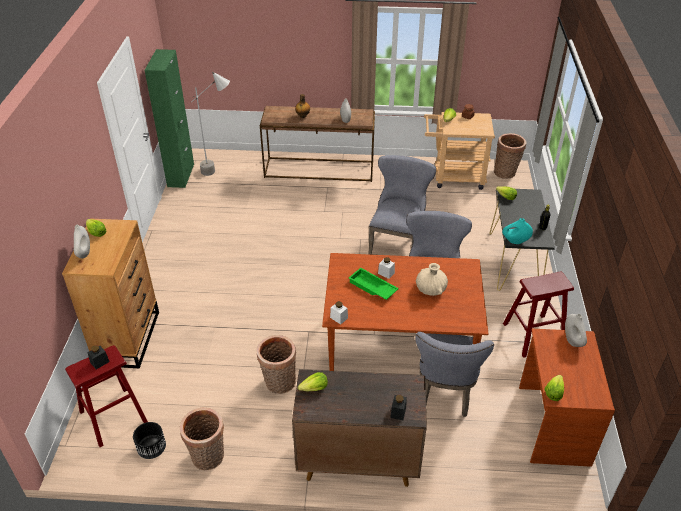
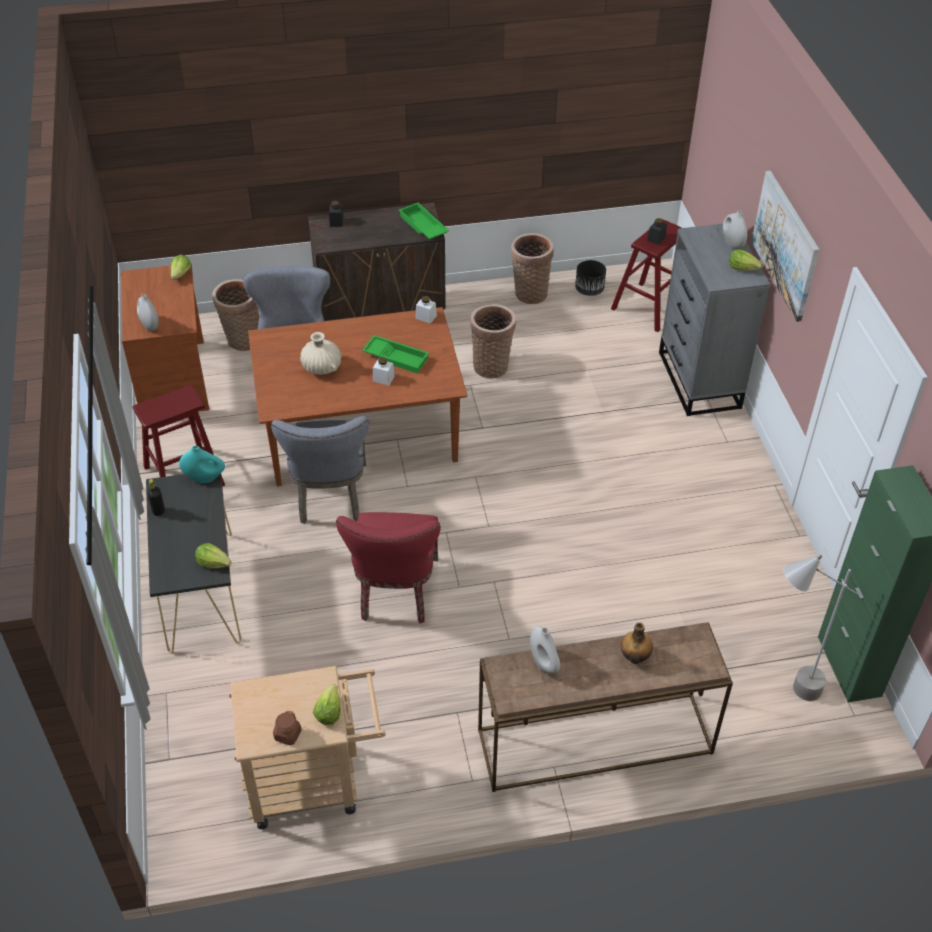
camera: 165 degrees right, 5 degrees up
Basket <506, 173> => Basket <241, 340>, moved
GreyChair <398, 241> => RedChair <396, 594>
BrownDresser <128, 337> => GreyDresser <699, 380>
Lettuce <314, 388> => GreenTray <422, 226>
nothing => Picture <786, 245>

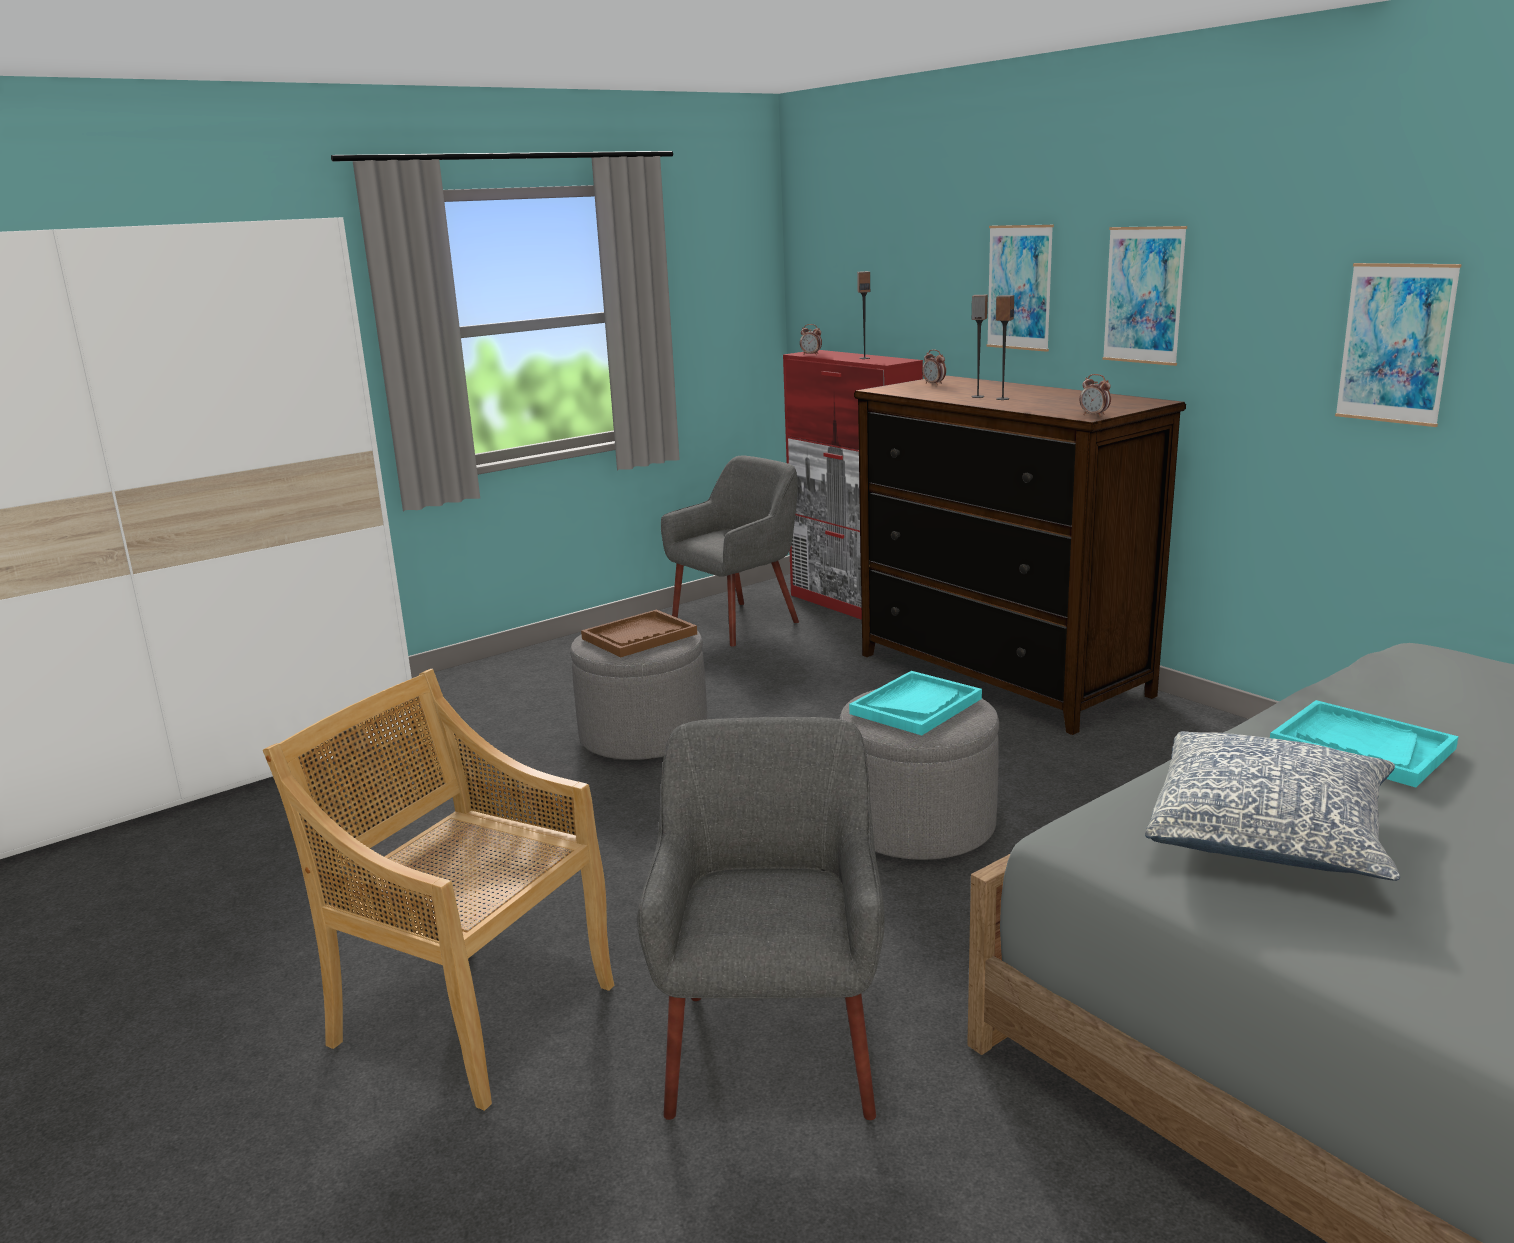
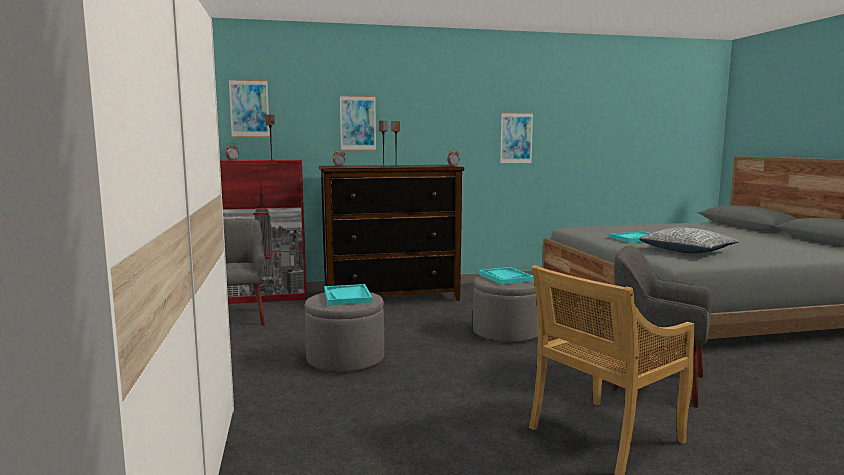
camera: 65 degrees left, 10 degrees down
Picture <1143, 295> => Picture <249, 108>, moved
BrownTray <639, 636> => TurquoiseTray <347, 296>

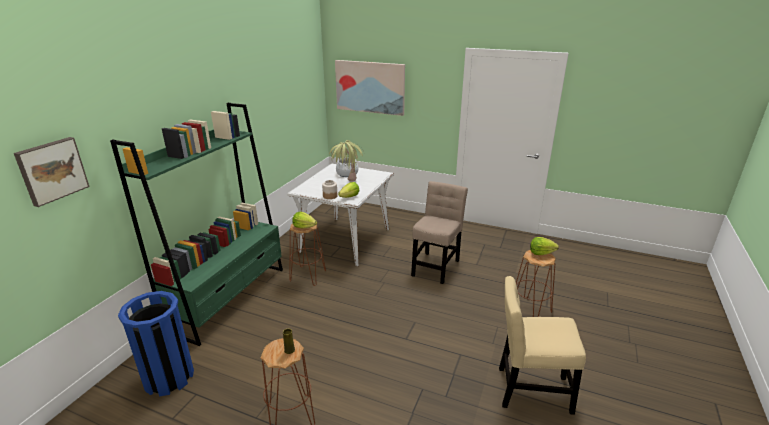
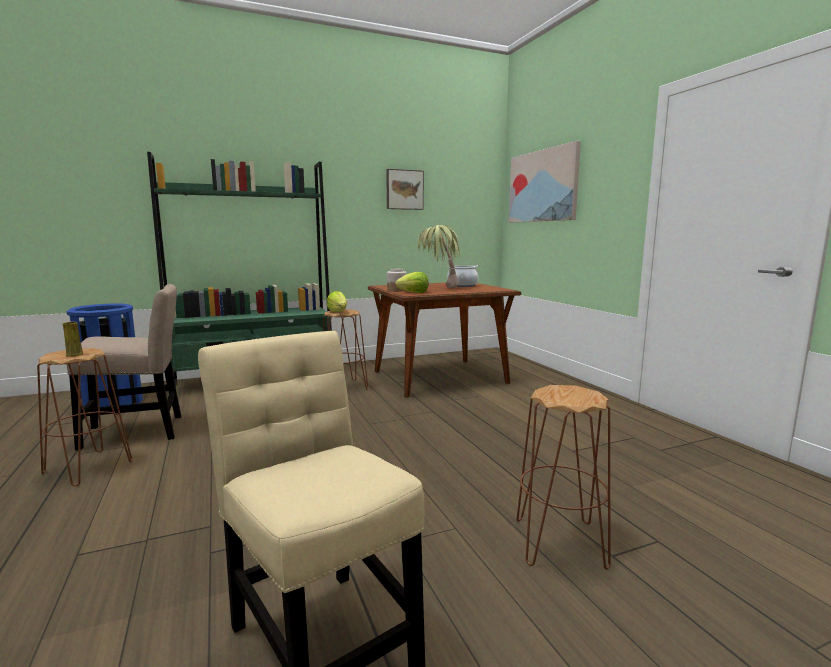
camera: 45 degrees right, 15 degrees down
Picture <52, 170> => Picture <404, 190>, moved
WhiteDiningTable <345, 240> => BrownDiningTable <439, 377>
BeigeChair <436, 266> => BeigeChair <139, 431>, moved
Lettuce <541, 253> => nothing

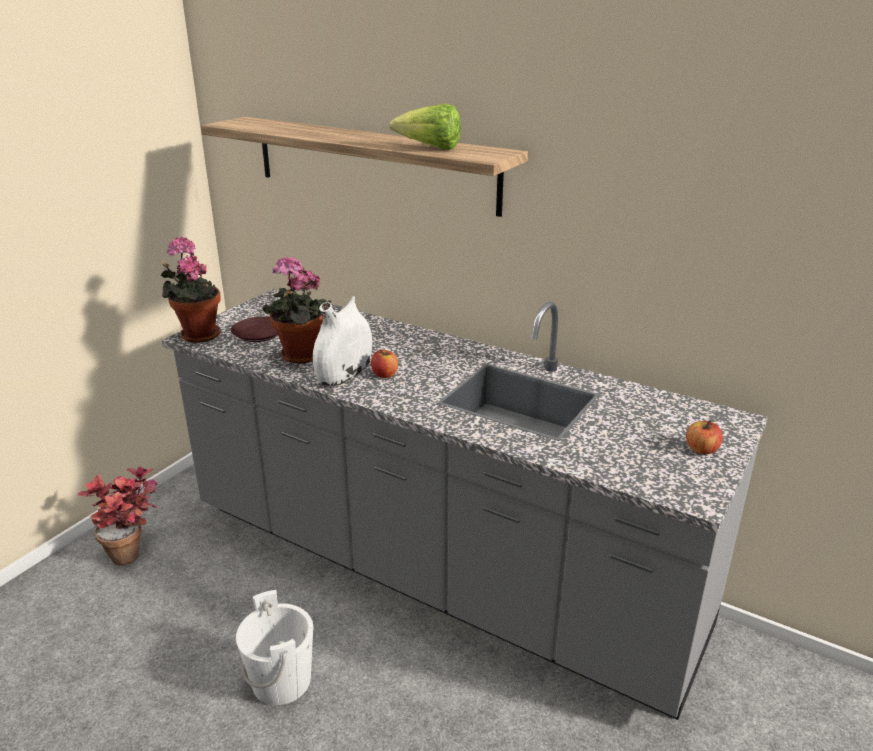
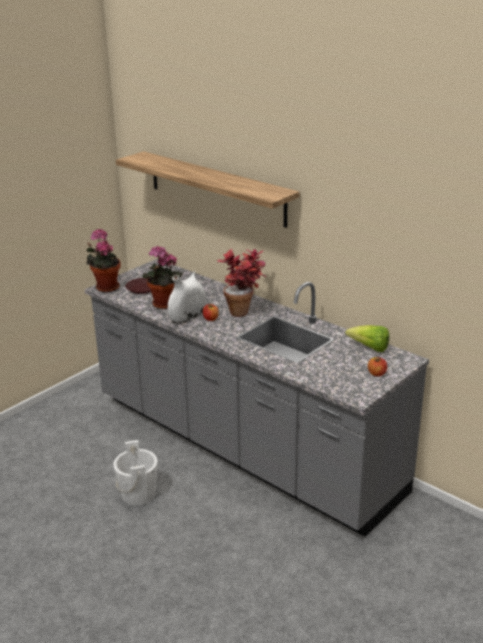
camera: 10 degrees right, 0 degrees up
Lettuce <430, 149> => Lettuce <369, 348>, moved
PottedPlant <135, 553> => PottedPlant <244, 311>, moved

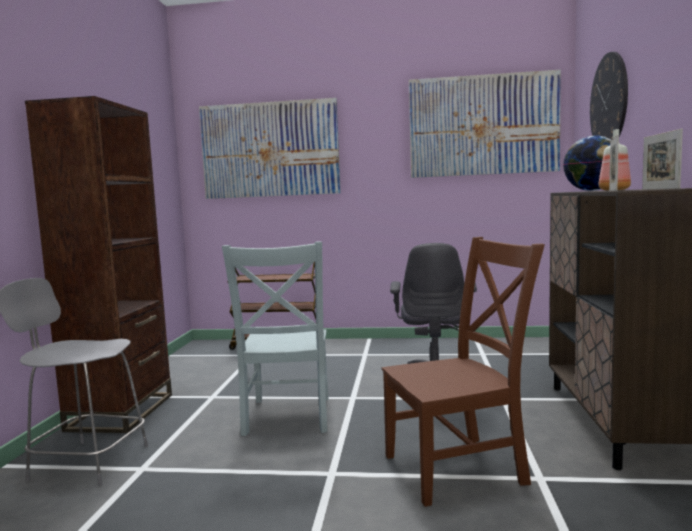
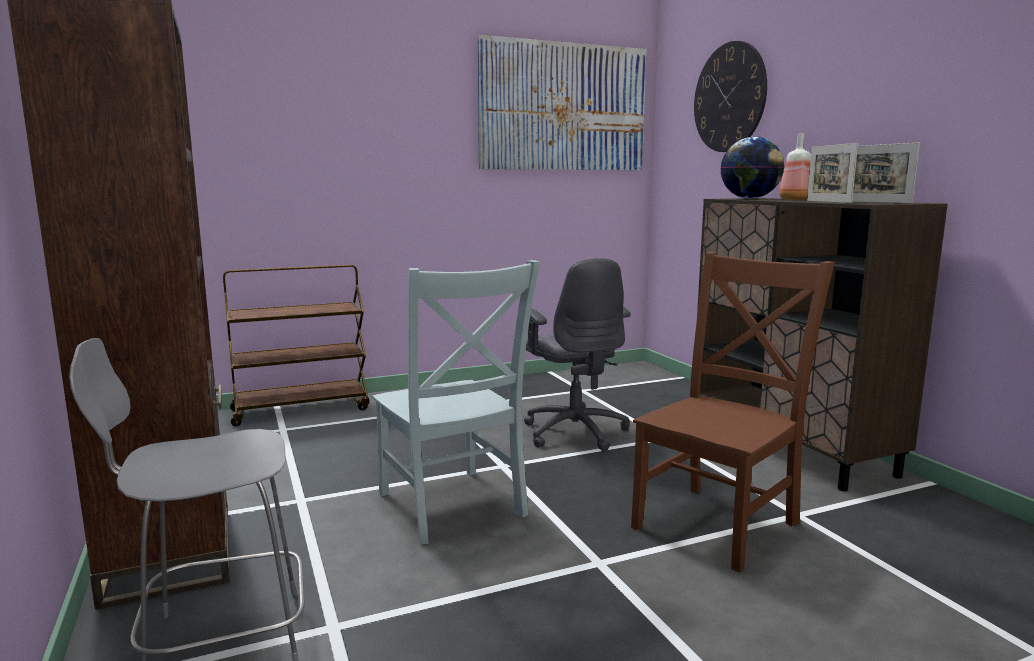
camera: 30 degrees left, 5 degrees up
Picture <270, 150> => nothing

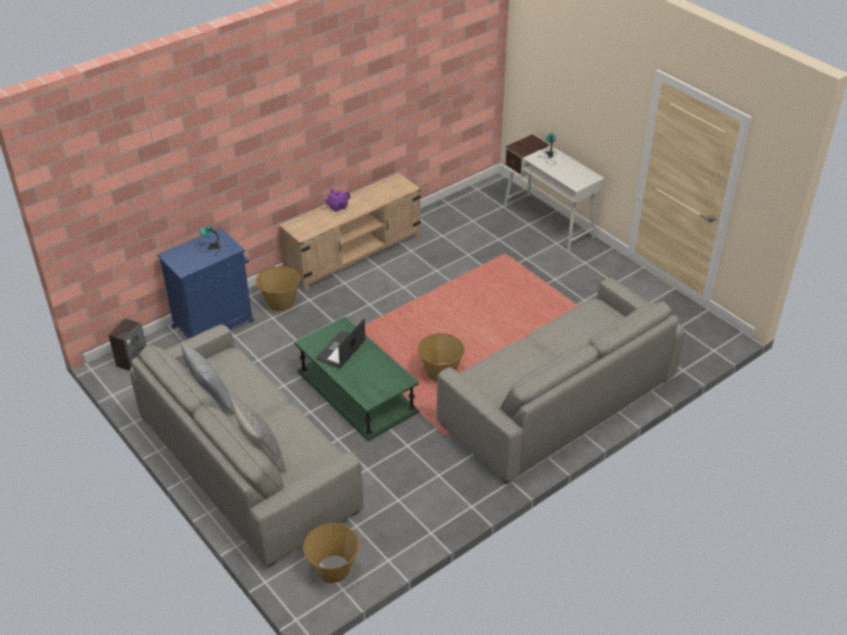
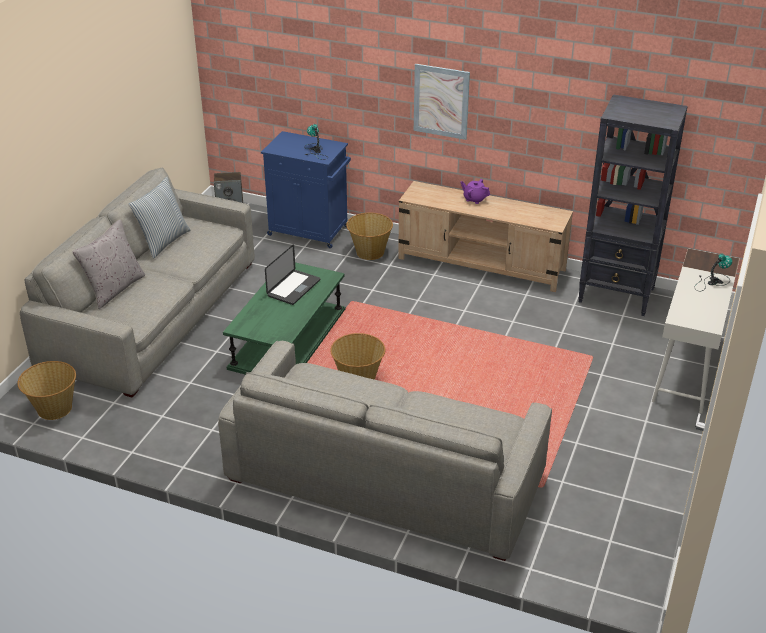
camera: 60 degrees right, 5 degrees down
Laptop <341, 350> => Laptop <293, 288>, 120 degrees clockwise
nothing => Picture <441, 101>
nothing => BlackBookcase <617, 295>

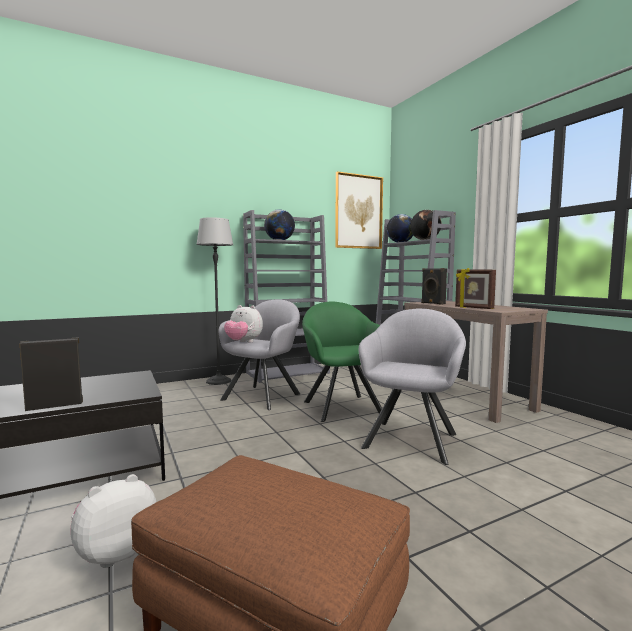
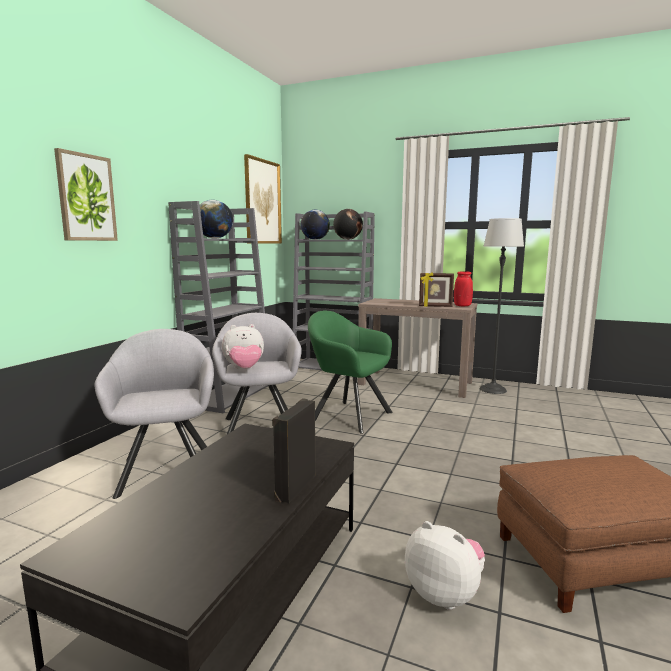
camera: 40 degrees left, 5 degrees up
FloorLamp <219, 381> => FloorLamp <493, 389>, moved
BlackSpeaker <432, 303> => nothing
GreyArmchair <412, 438> => GreyArmchair <167, 469>, moved
PlushToy <114, 552> => PlushToy <444, 593>, 120 degrees clockwise
nothing => Picture <86, 198>
nothing => RedVase <462, 306>

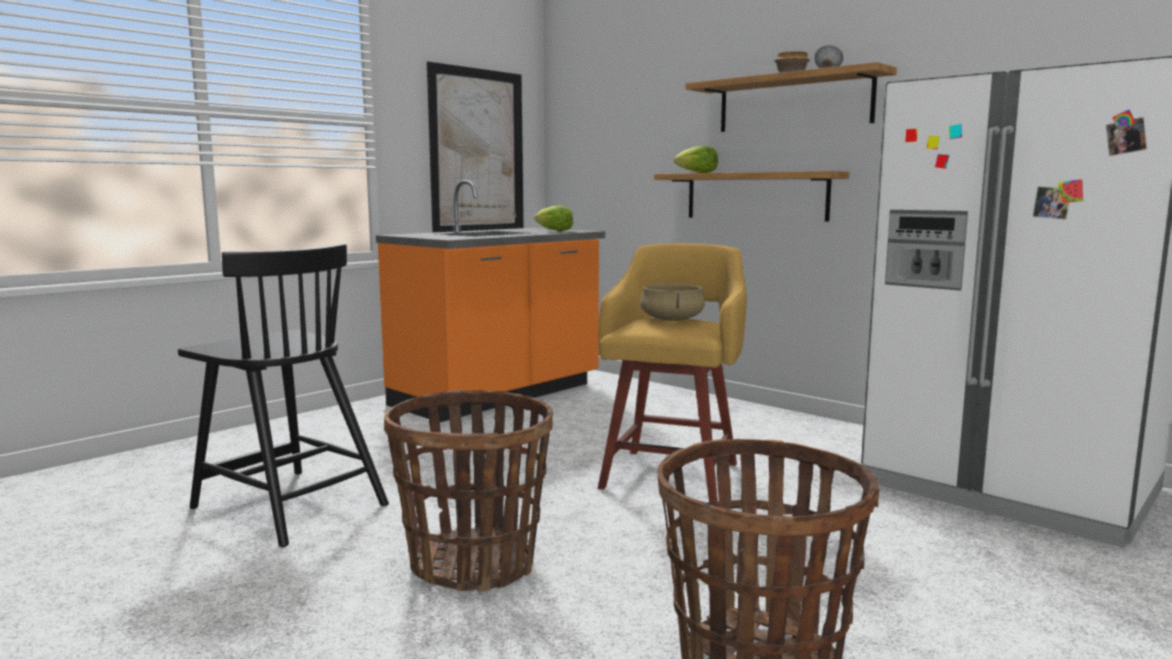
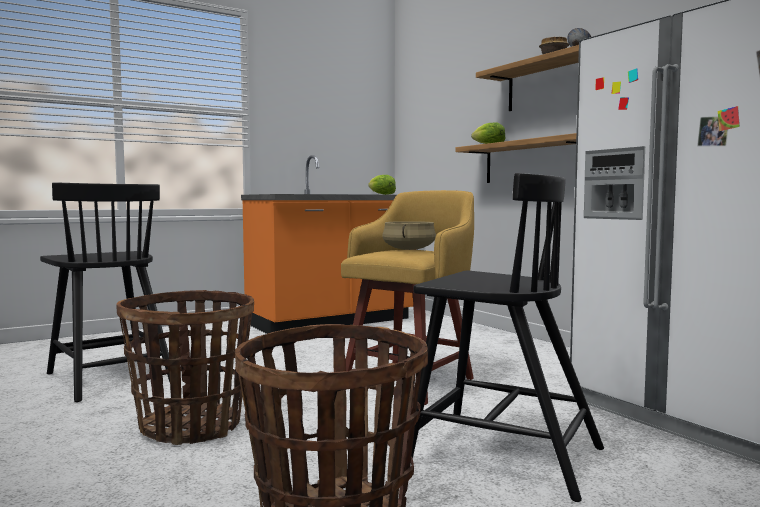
camera: 15 degrees right, 5 degrees down
Picture <477, 152> => nothing
nothing => BlackChair <502, 454>

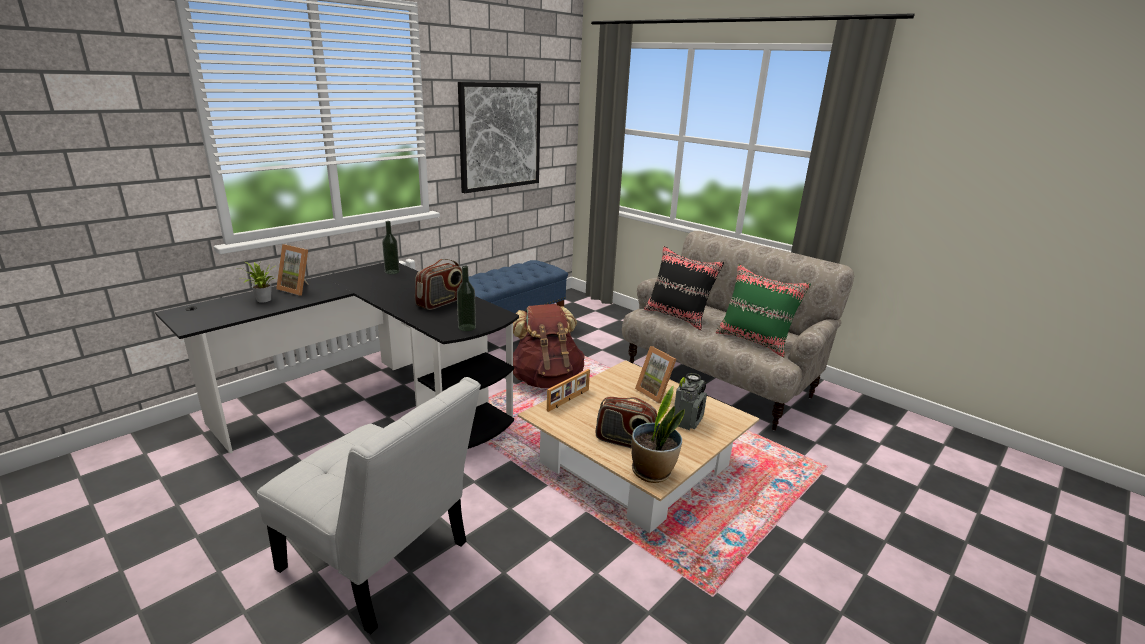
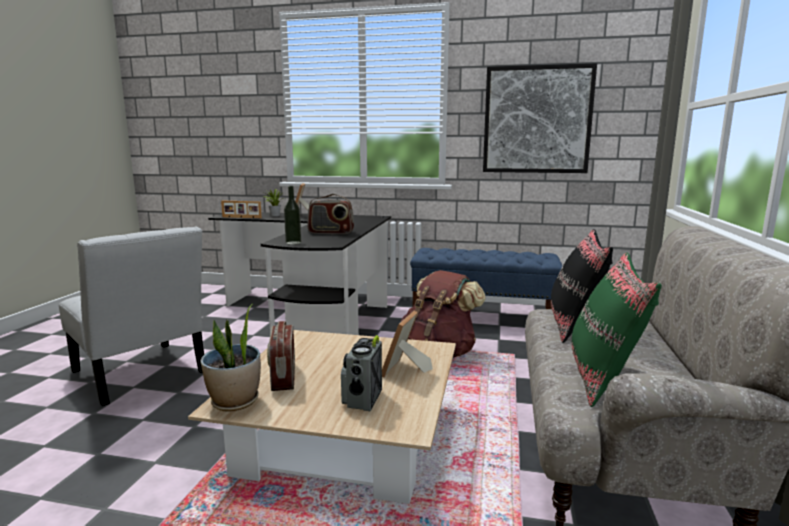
camera: 60 degrees right, 10 degrees down
Bottle <392, 272> => nothing
PictureFrame <569, 400> => PictureFrame <241, 217>, moved
Radio <687, 420> => Radio <362, 399>, 105 degrees clockwise
WhiteChair <381, 561> => WhiteChair <141, 375>, 45 degrees counterclockwise

